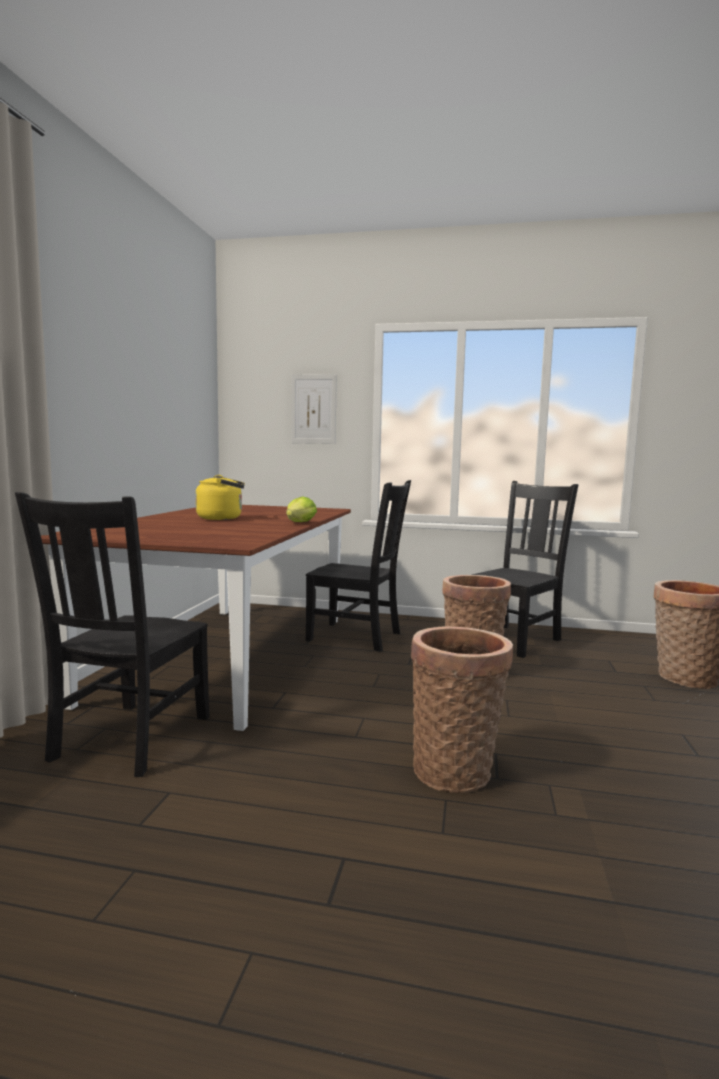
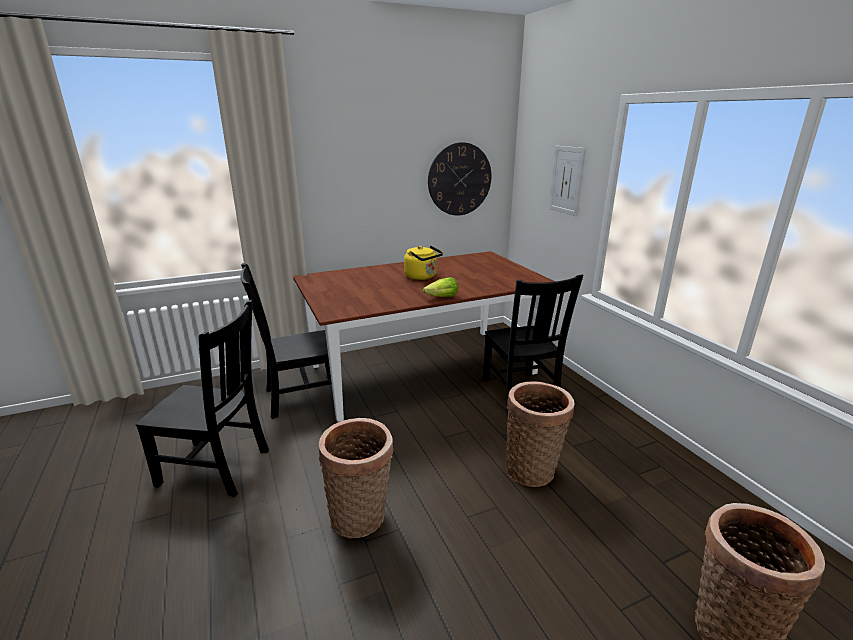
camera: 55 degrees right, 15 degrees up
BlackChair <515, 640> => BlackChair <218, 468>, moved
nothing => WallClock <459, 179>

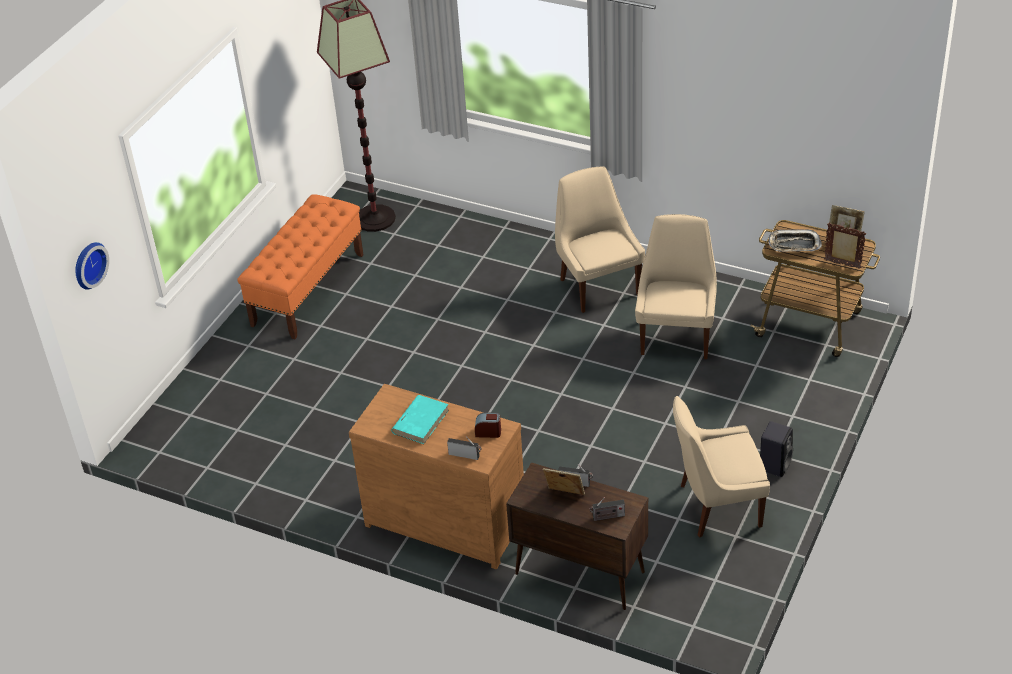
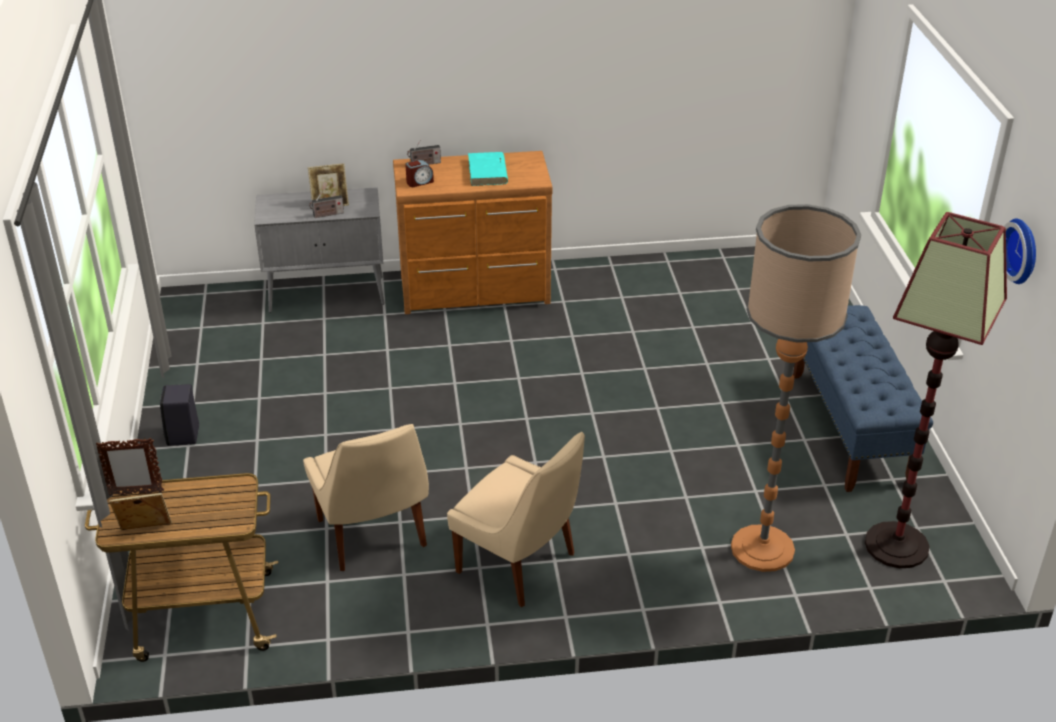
camera: 145 degrees right, 5 degrees down
OrangeBench <308, 289> => BlueBench <851, 428>
Tray <794, 245> => nothing
WallClock <88, 264> => WallClock <1023, 250>, moved
BeigeChair <716, 506> => nothing
BrownCabinet <578, 573> => GreyCabinet <328, 294>
Radio <607, 517> => nothing
nothing => FloorLamp <762, 548>

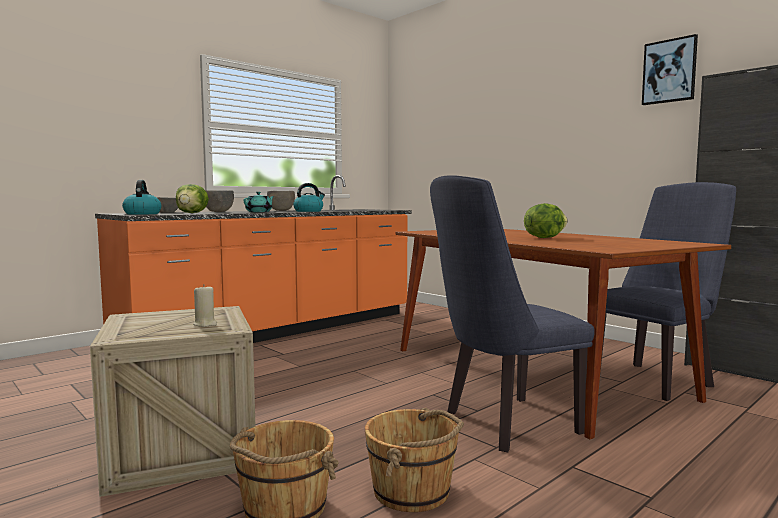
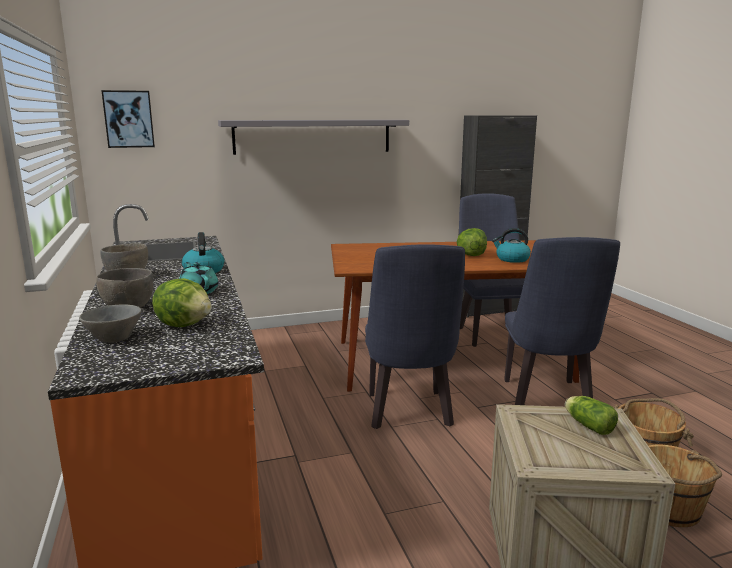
camera: 65 degrees left, 10 degrees up
Picture <669, 71> => Picture <128, 119>, moved
Kettle <142, 214> => Kettle <512, 259>, moved
BeigeCandle <205, 324> => Lettuce <587, 425>
nothing => GreyShelf <313, 136>
nothing => BlueChair <409, 414>

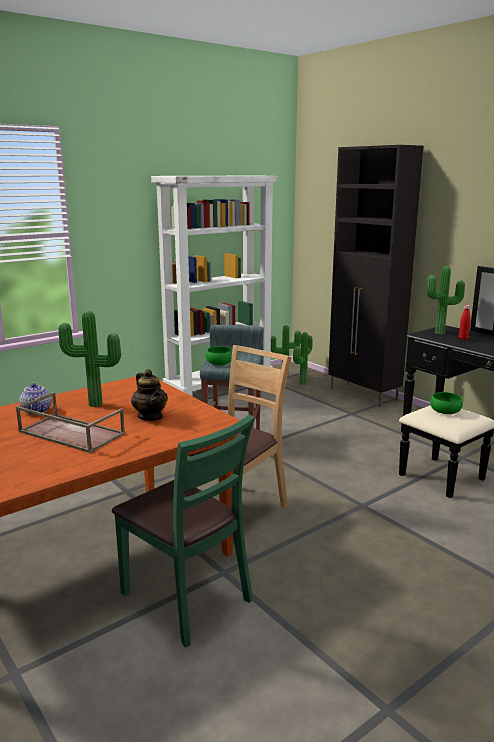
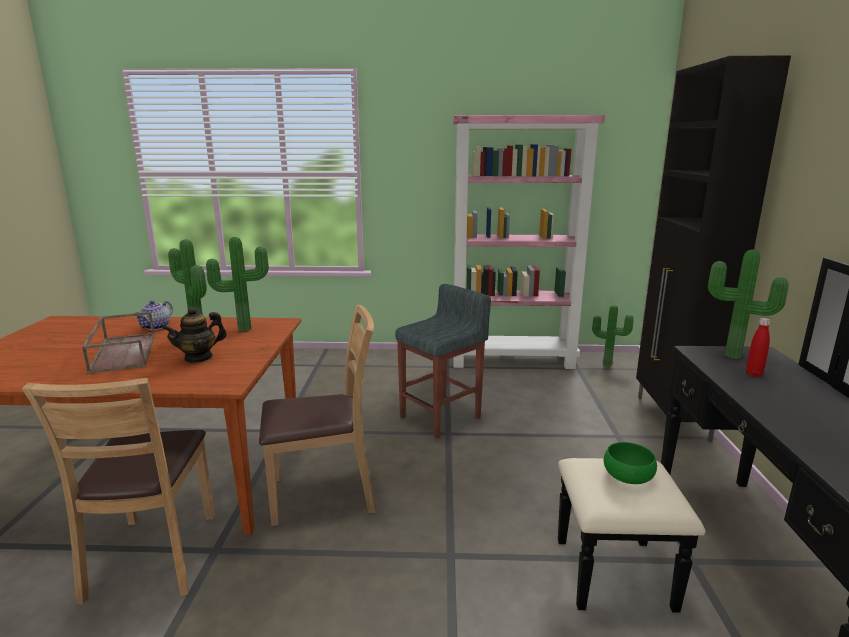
camera: 40 degrees right, 0 degrees up
WhiteBookcase <219, 388> => PinkBookcase <512, 360>
PottedPlant <301, 383> => PottedPlant <244, 328>, moved
GreenBowl <219, 363> => nothing
Teapot <150, 416> => Teapot <199, 357>, 45 degrees clockwise
GreenChair <186, 598> => BrownChair <153, 556>

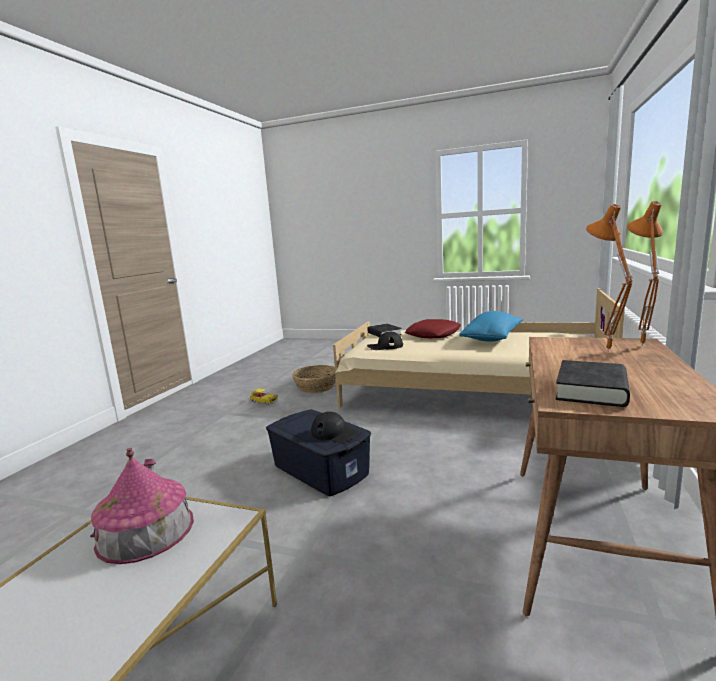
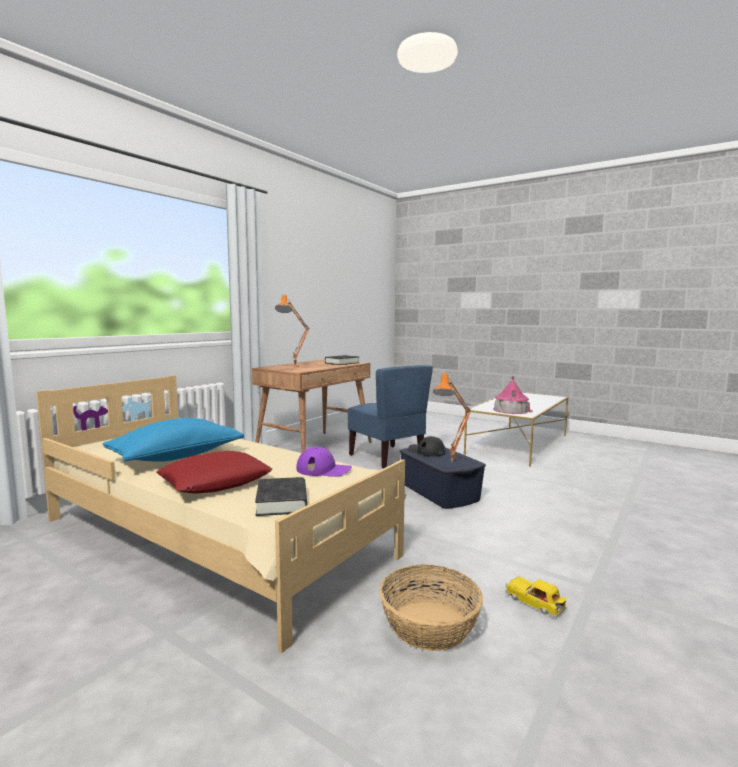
camera: 165 degrees left, 5 degrees down
OrangeTableLamp <639, 346> => OrangeTableLamp <453, 463>, moved
BlackCap <385, 346> => PurpleCap <324, 470>
nothing => BlueChair <387, 457>

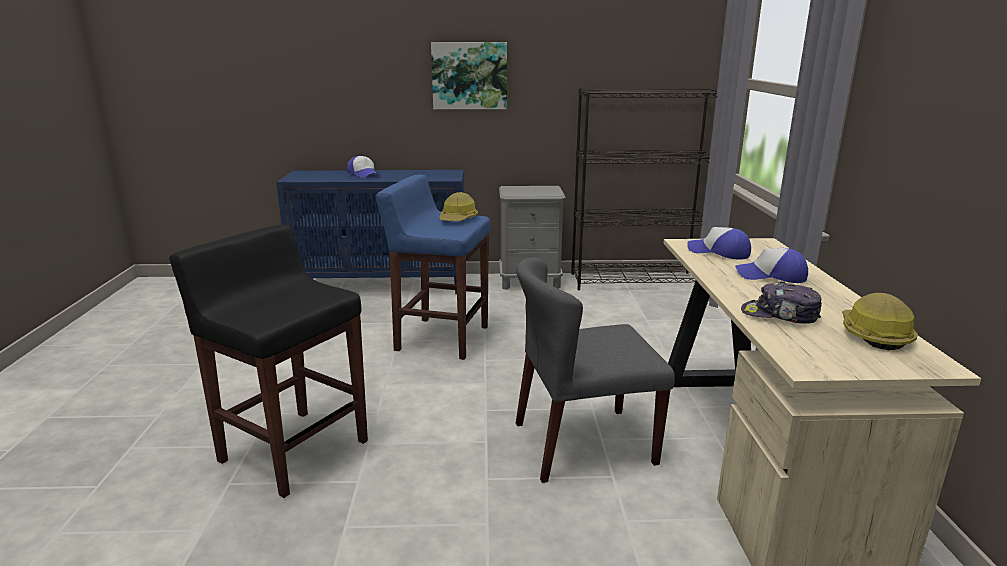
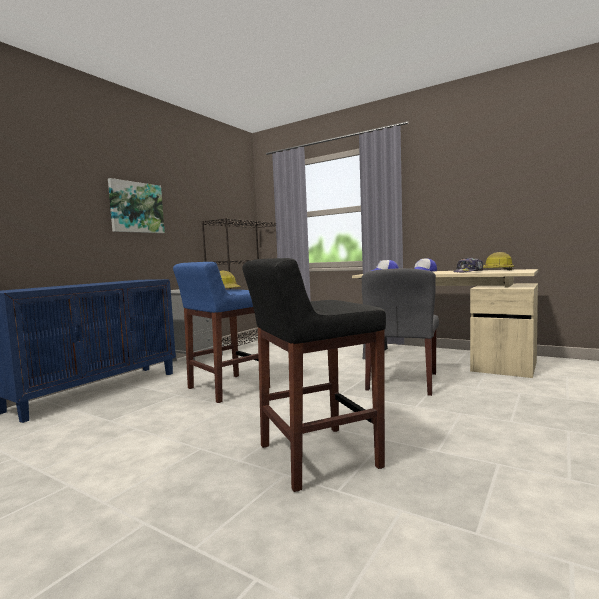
camera: 55 degrees left, 15 degrees down
Cap <363, 174> => nothing

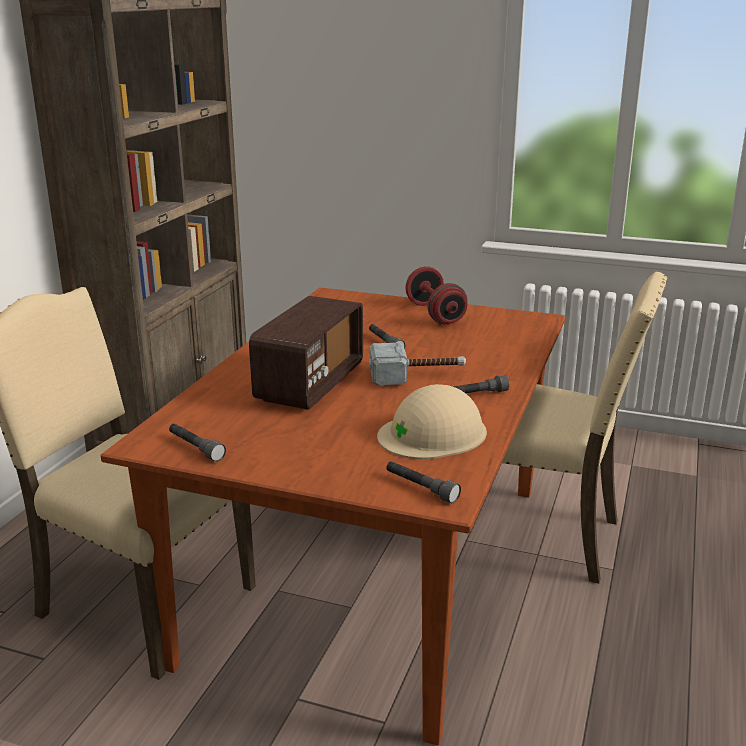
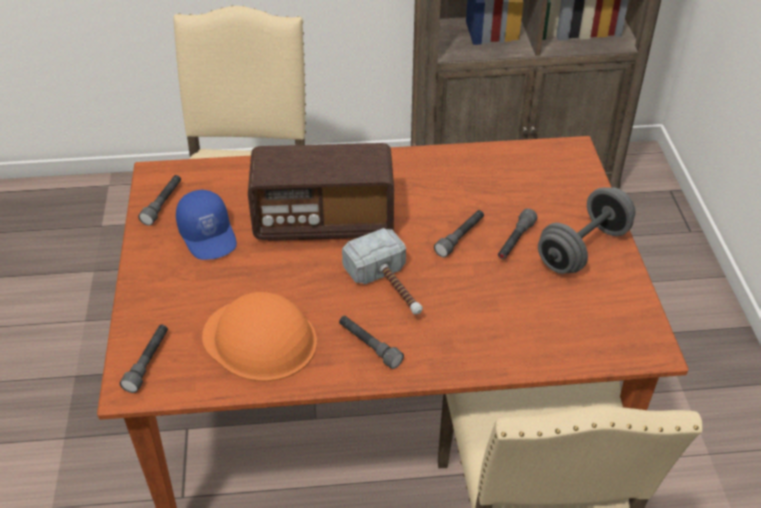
camera: 65 degrees right, 20 degrees up
RedDumbbell <435, 314> => GreyDumbbell <583, 249>
BeigeHardHat <433, 433> => OrangeHardHat <260, 339>
nothing => BlueCap <209, 235>
nothing => GreyFlashlight <515, 241>

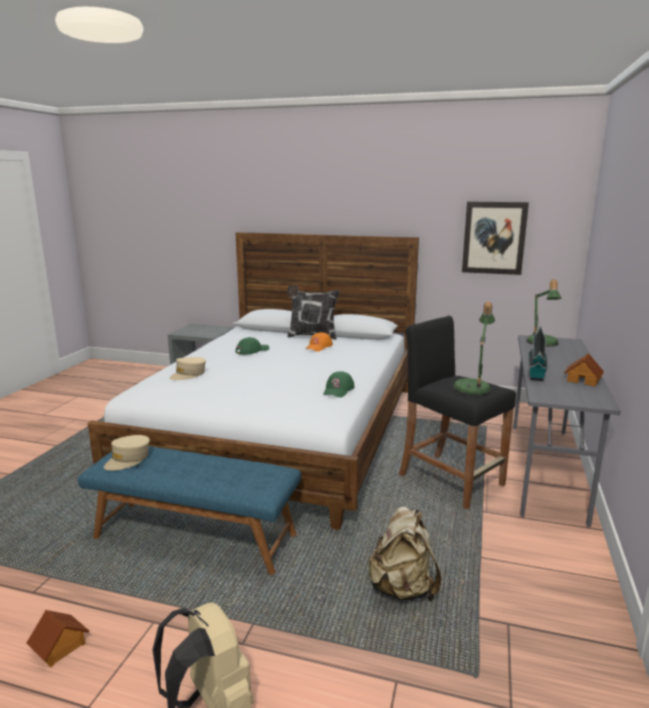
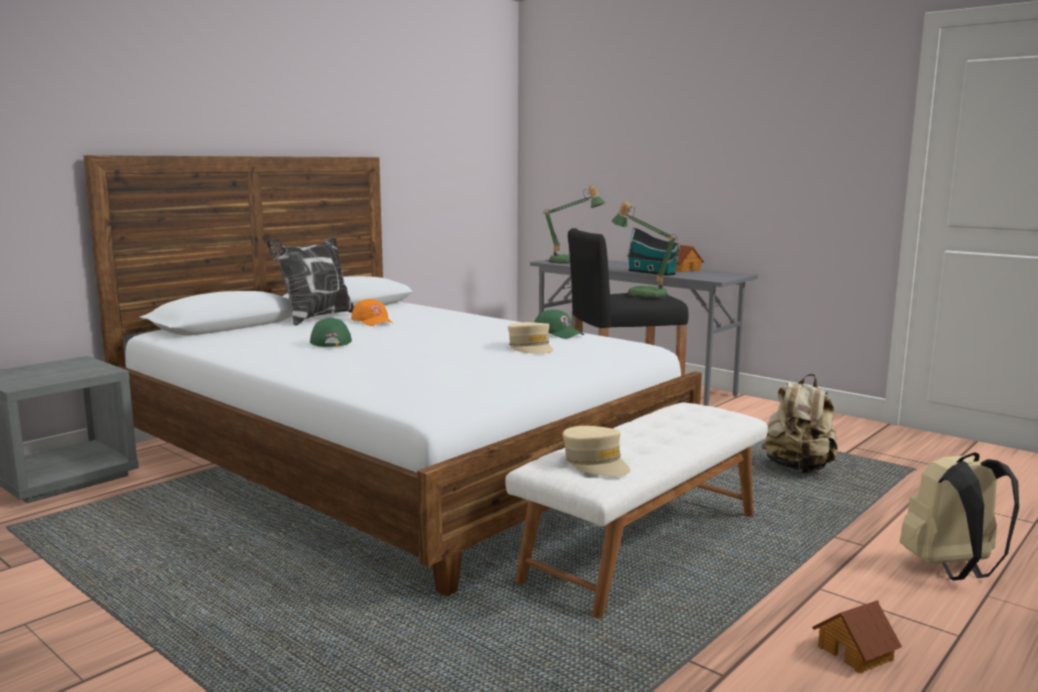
camera: 65 degrees left, 5 degrees down
Picture <494, 238> => nothing
BeigeCap <188, 374> => BeigeCap <531, 348>, moved
BlueBench <196, 535> => WhiteBench <643, 545>

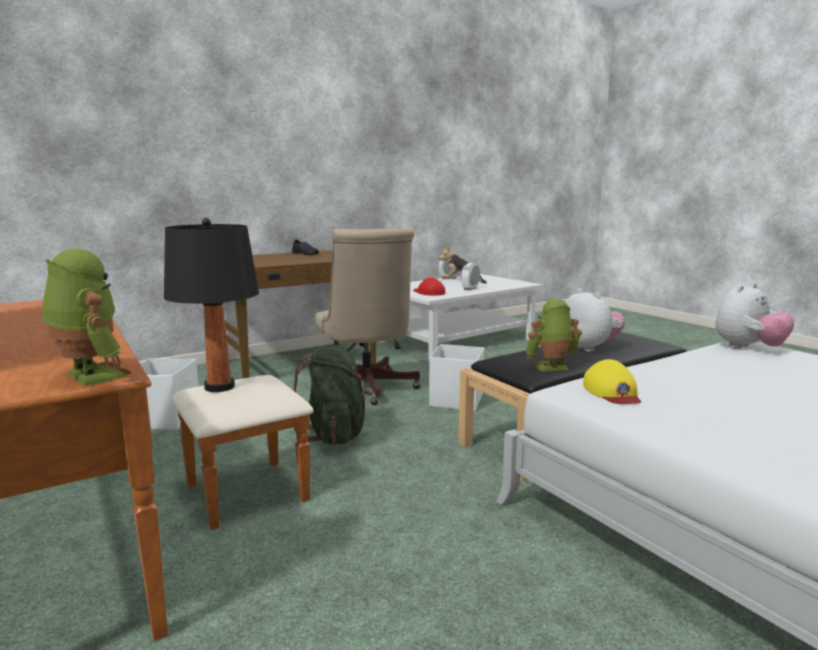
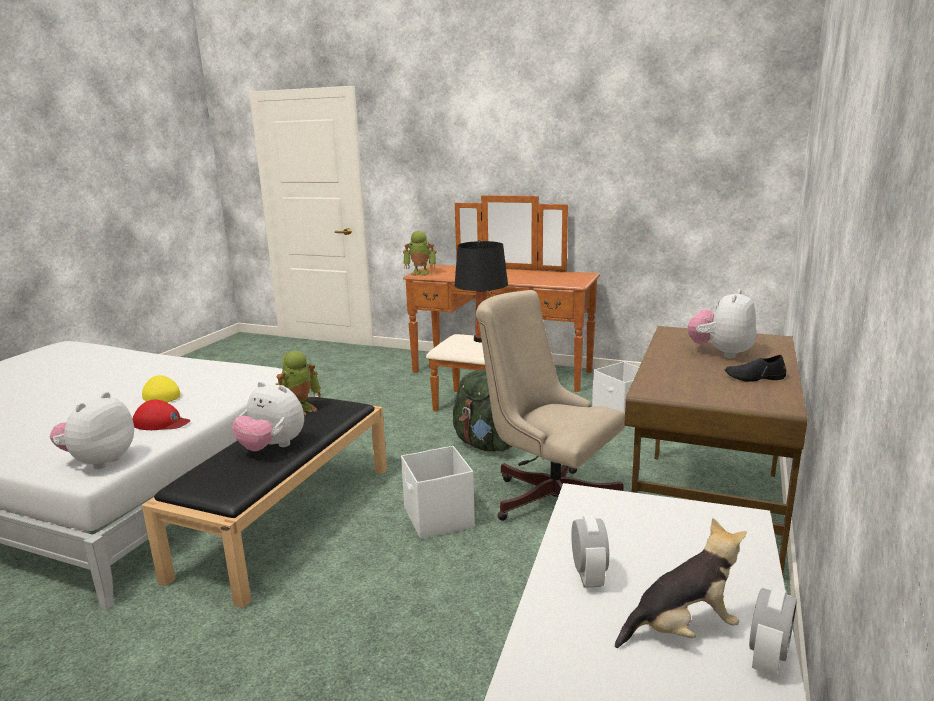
camera: 145 degrees right, 5 degrees up
RedCap <429, 292> => RedCap <161, 423>, moved
YellowCap <612, 392> => YellowCap <160, 395>, moved
nothing => PlushToy <721, 353>

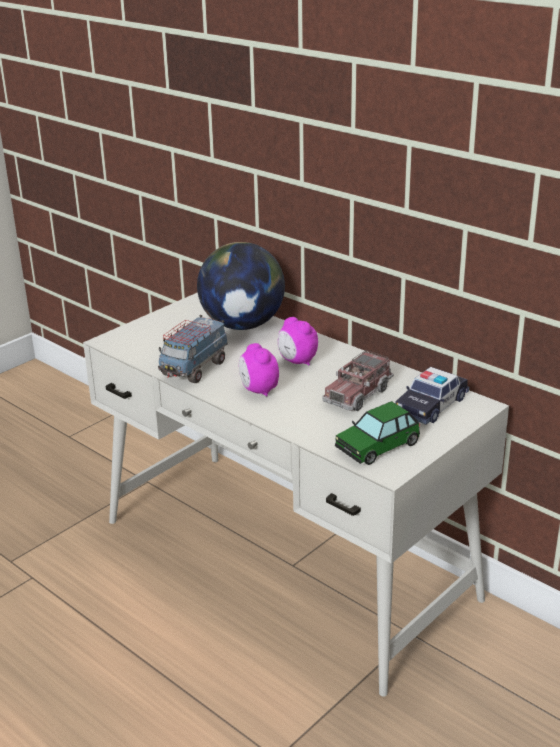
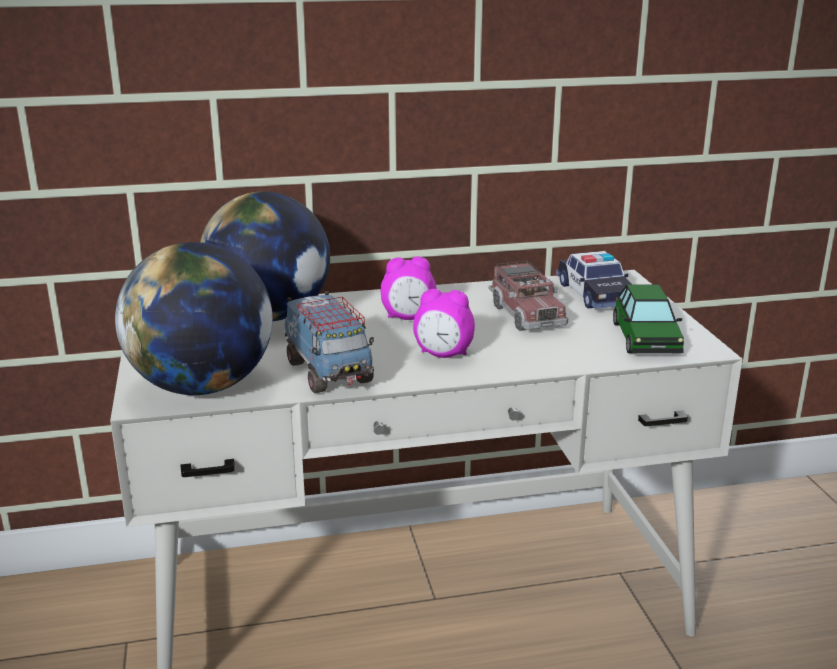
camera: 55 degrees left, 5 degrees down
nothing => Globe <202, 386>

